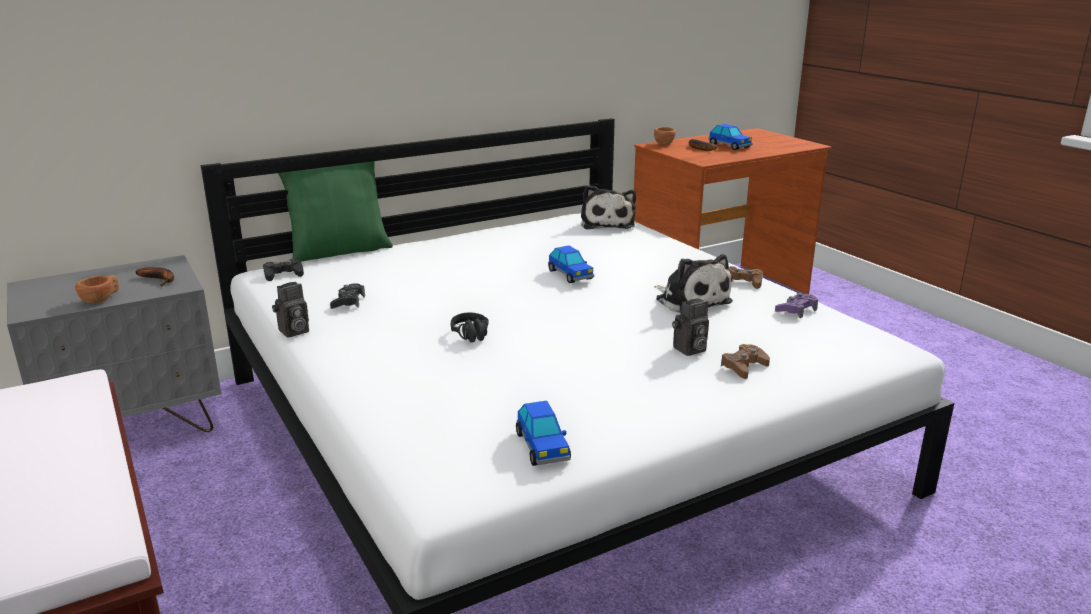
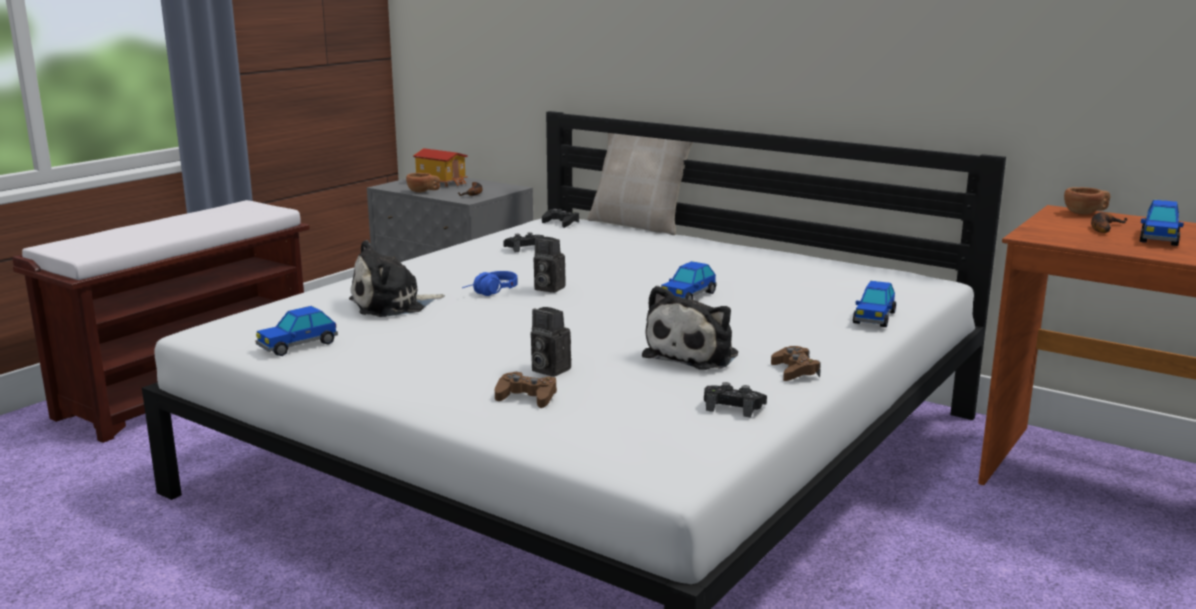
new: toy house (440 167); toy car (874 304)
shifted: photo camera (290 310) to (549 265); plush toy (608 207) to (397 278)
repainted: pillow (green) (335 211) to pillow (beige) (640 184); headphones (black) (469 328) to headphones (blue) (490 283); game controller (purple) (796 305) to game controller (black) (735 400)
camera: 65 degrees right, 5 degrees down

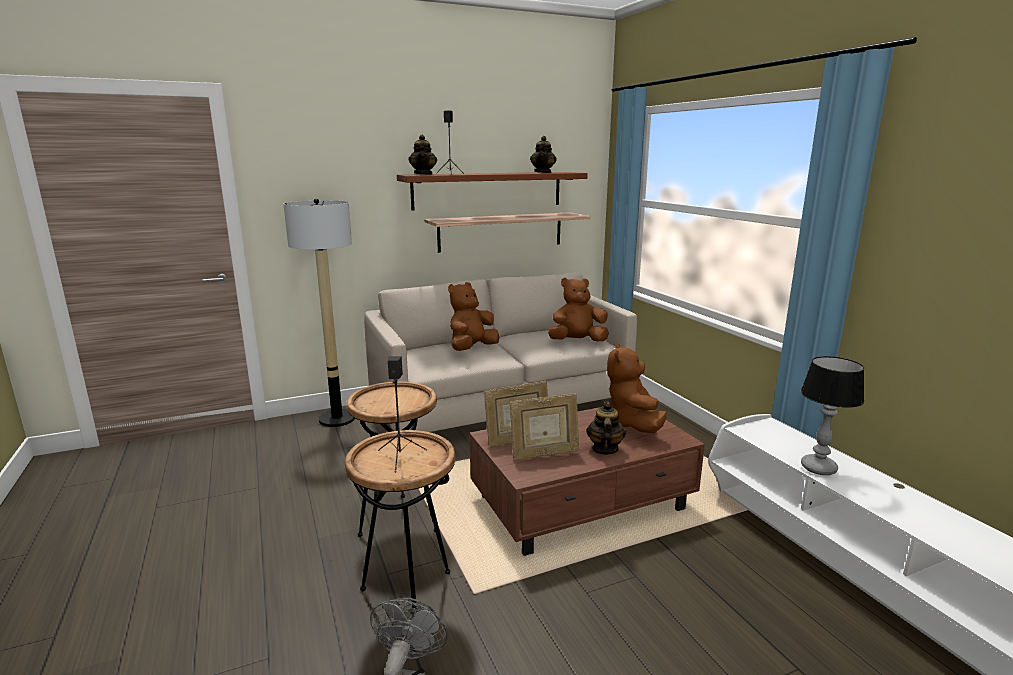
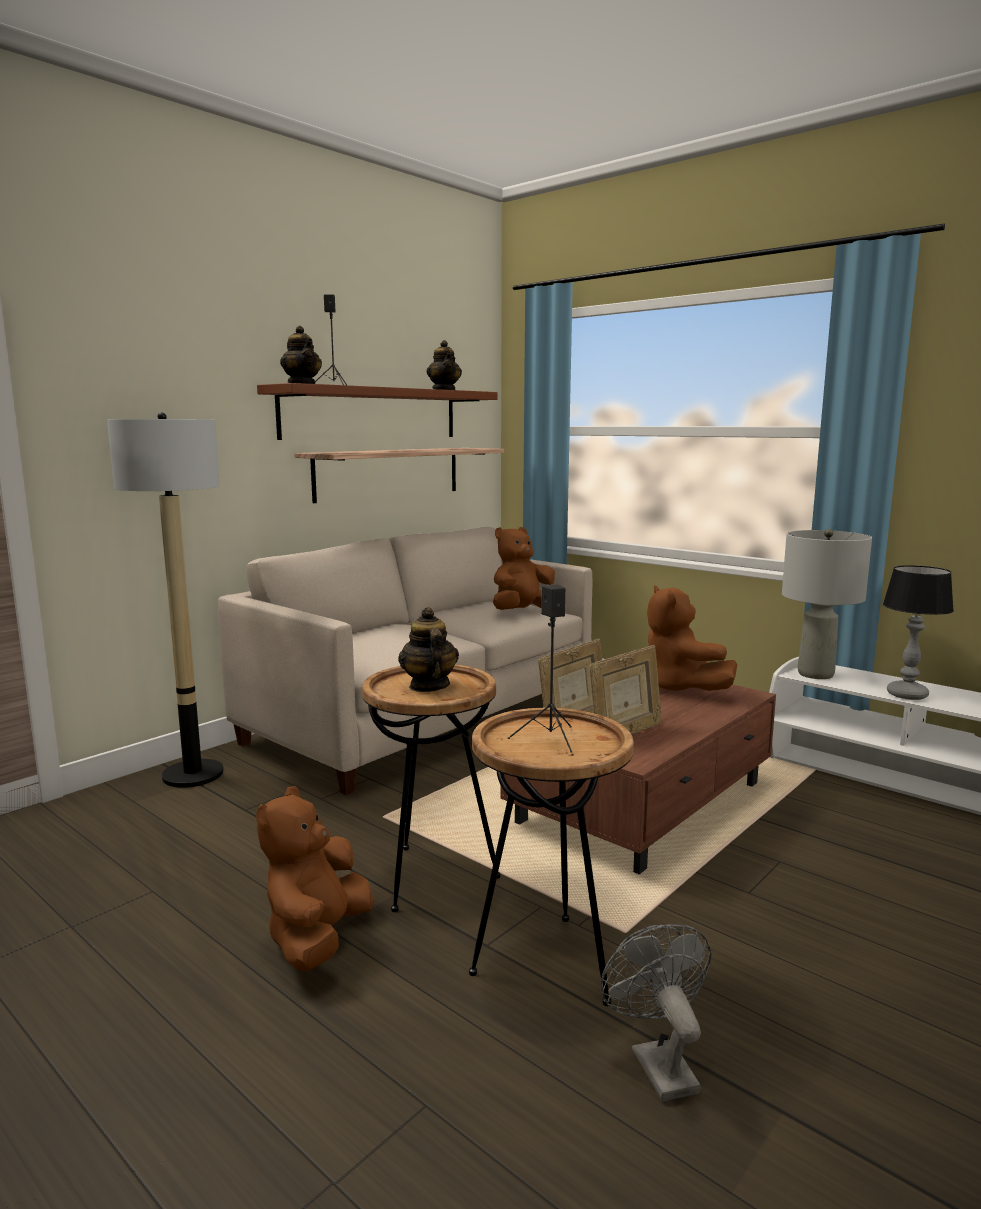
new: table lamp (grey) (827 604)
shifted: plush toy (brown) (473 316) to (315 878); teapot (606 428) to (428 649)
camera: 25 degrees left, 5 degrees down

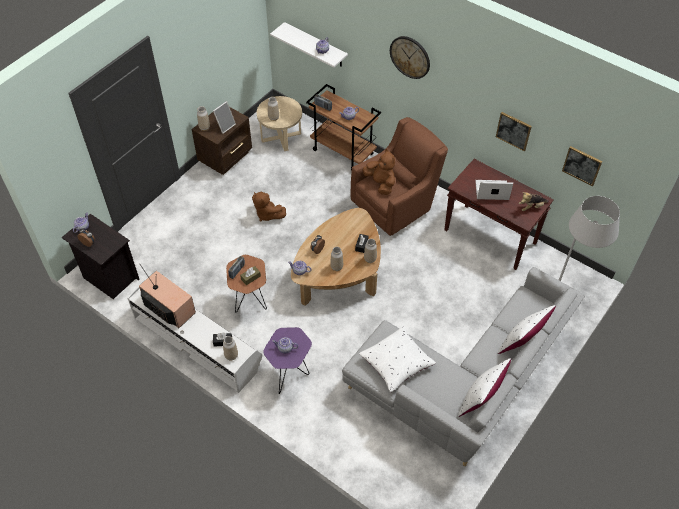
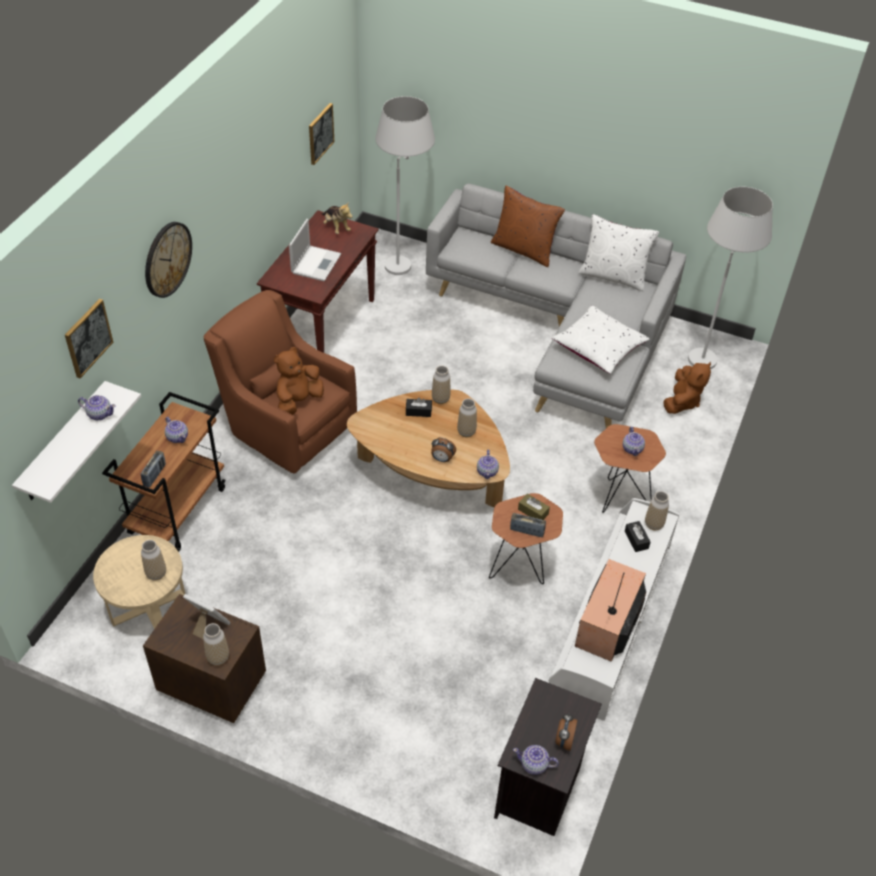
new: floor lamp (white) (730 278)
shifted: plush toy (brown) (269 207) to (687 388); picture (514 131) to (89 338)
repainted: side table (purple) (287 360) to side table (brown) (630 468); pillow (white) (526 329) to pillow (brown) (527 226)
rotated: laptop (494 190) = (315 250) 150 degrees counterclockwise
camera: 105 degrees left, 5 degrees down

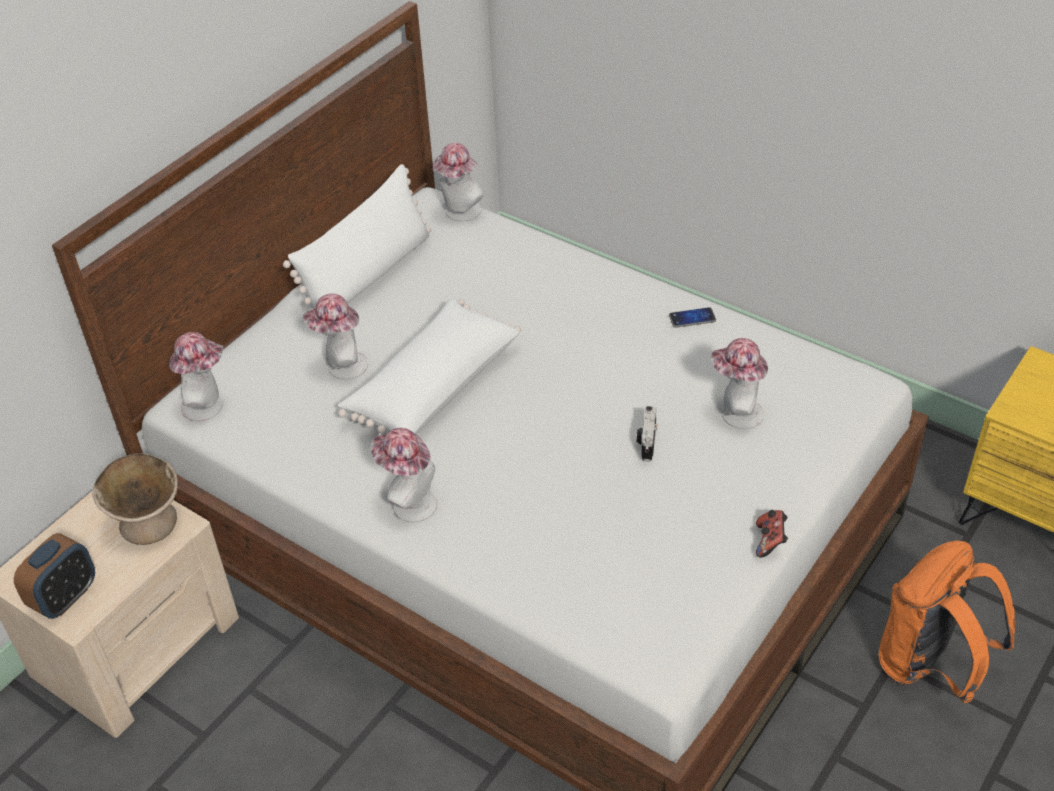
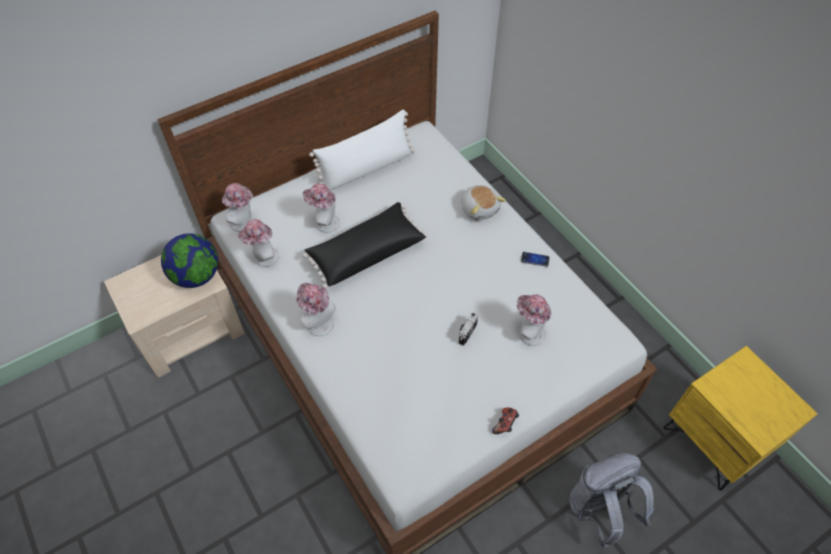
gone: alarm clock (54 576)
new: plush toy (483 203)
shifted: hat (458 182) to (258 243)
swapped: bowl (beige) (135 499) to globe (189 260)
repainted: pillow (white) (429 366) to pillow (black) (365 245); backpack (orange) (947 622) to backpack (grey) (611 500)
camera: 20 degrees right, 10 degrees up

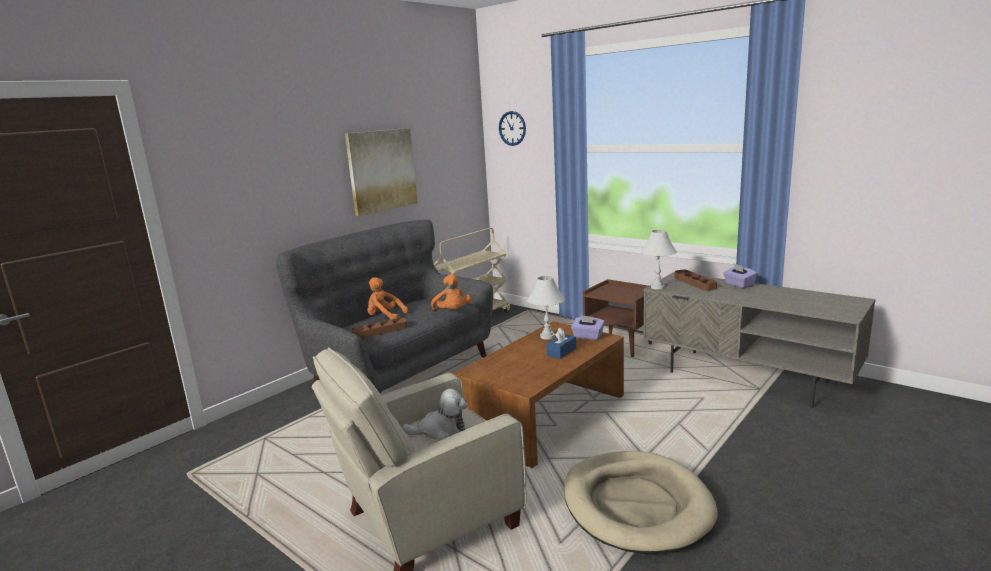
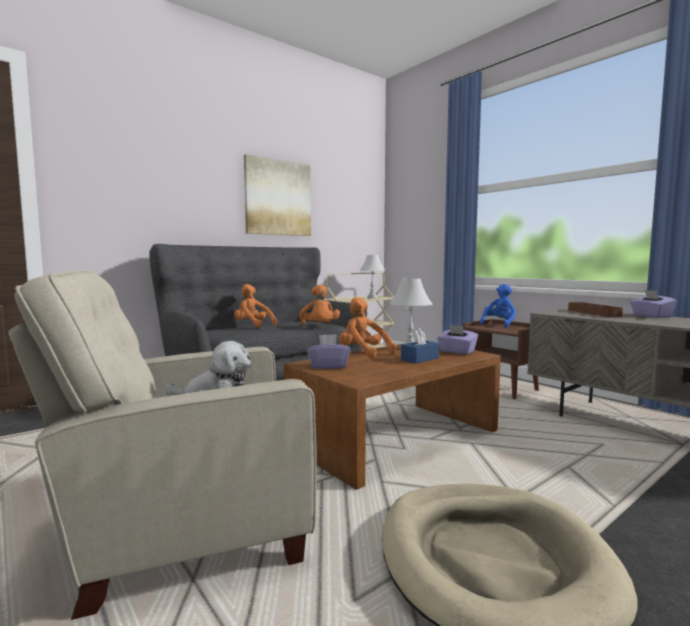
gone: tray (brown) (379 328); wall clock (512 128)
new: tissue box (purple) (328 351); plush toy (orange) (367 327); plush toy (blue) (498 306)
shifted: table lamp (white) (659 260) to (372 276)
camera: 10 degrees right, 10 degrees down

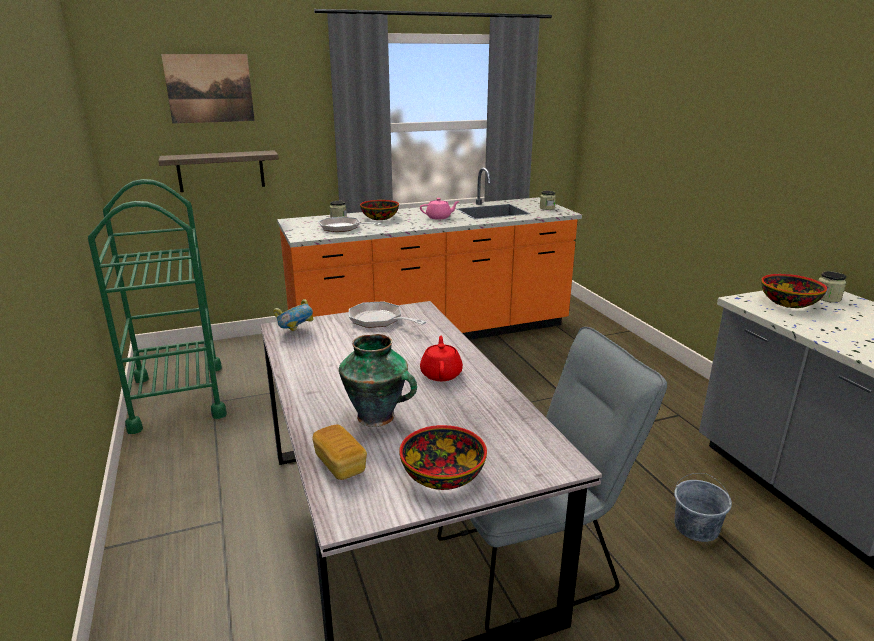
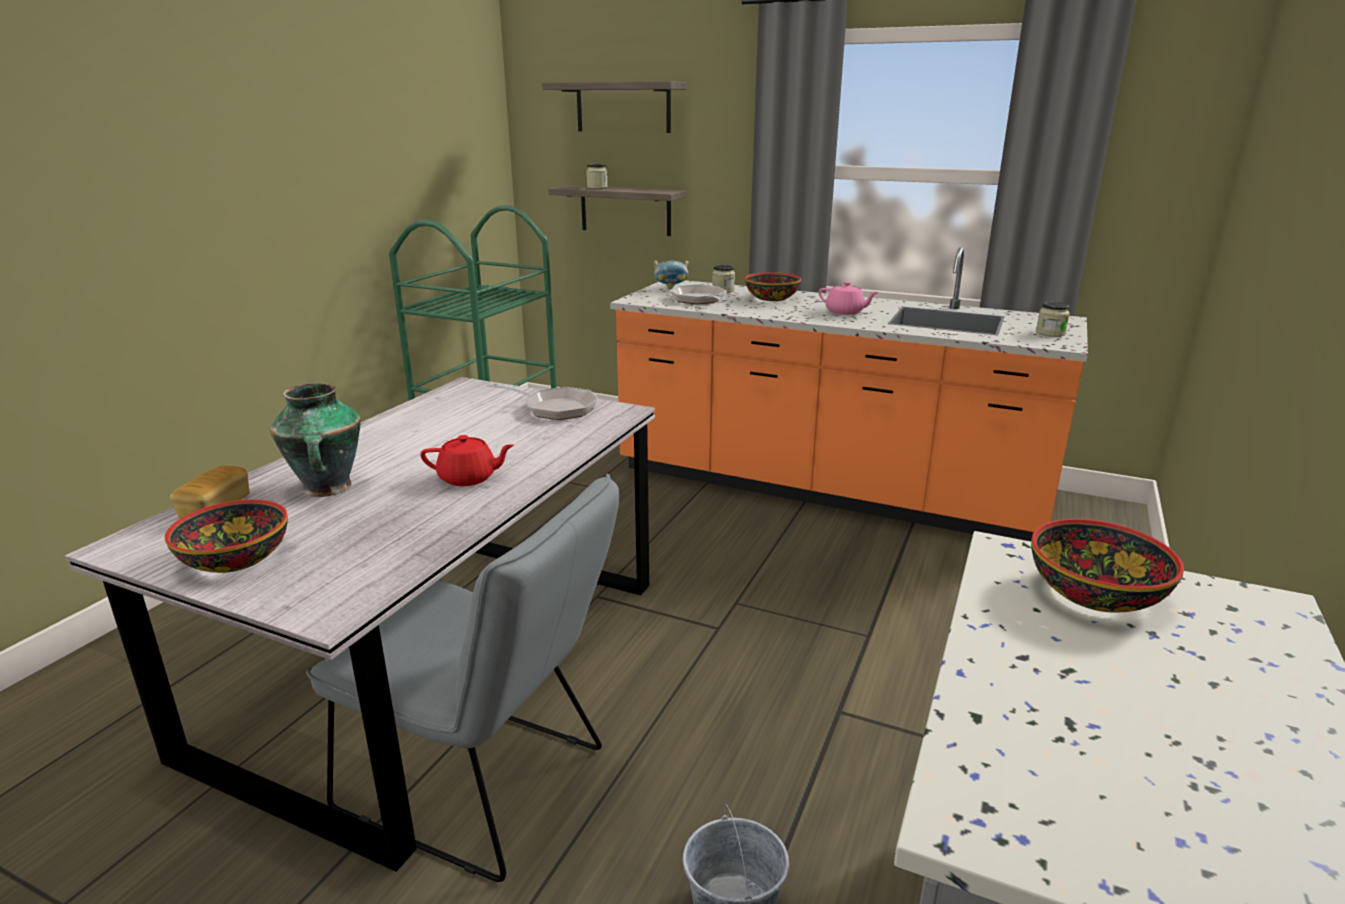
shifted: bowl (293 315) to (671 274); jar (832 286) to (597 176)
swapped: picture (208 89) to shelf (614 107)
rotated: frying pan (387 314) = (542 401) 120 degrees clockwise; teapot (red) (441 358) = (467 460) 45 degrees clockwise
camera: 45 degrees right, 0 degrees up

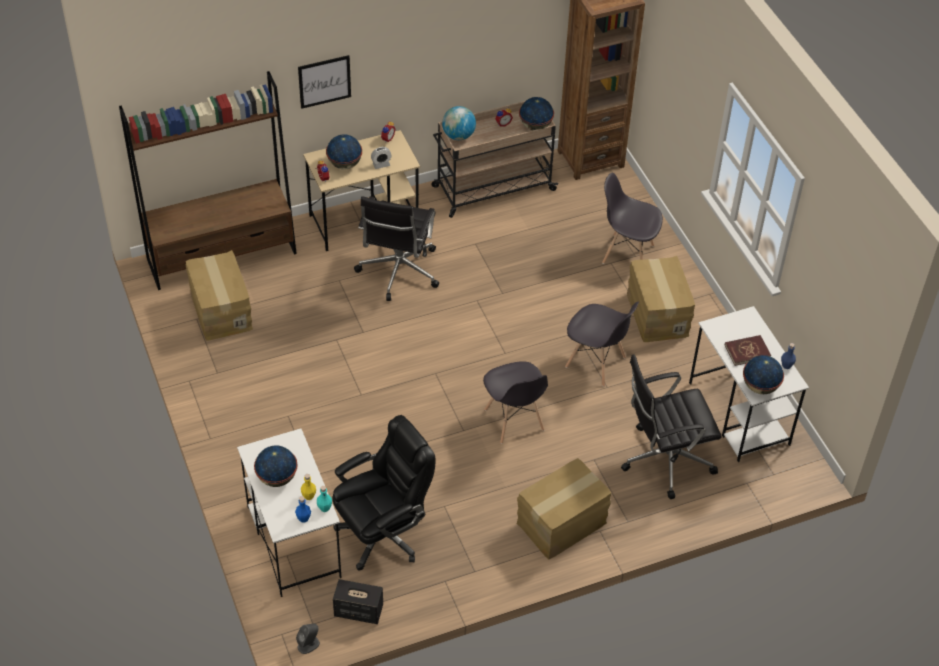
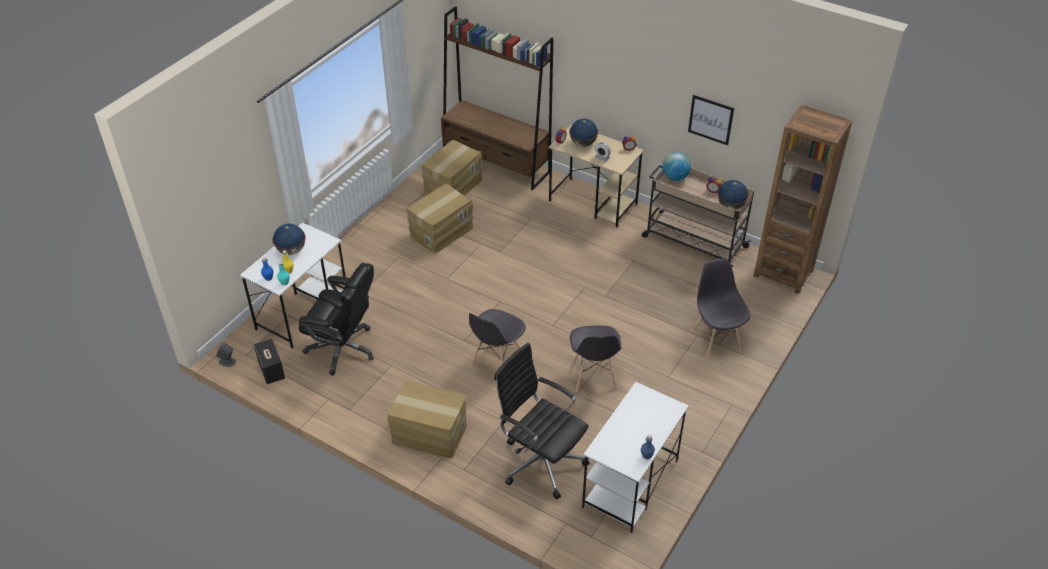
gone: office chair (black) (396 248); book (red) (748 350); globe (763 374)
shifted: picture (324 82) to (711 120); cardboard box (661 299) to (440 219)
camera: 55 degrees right, 5 degrees down

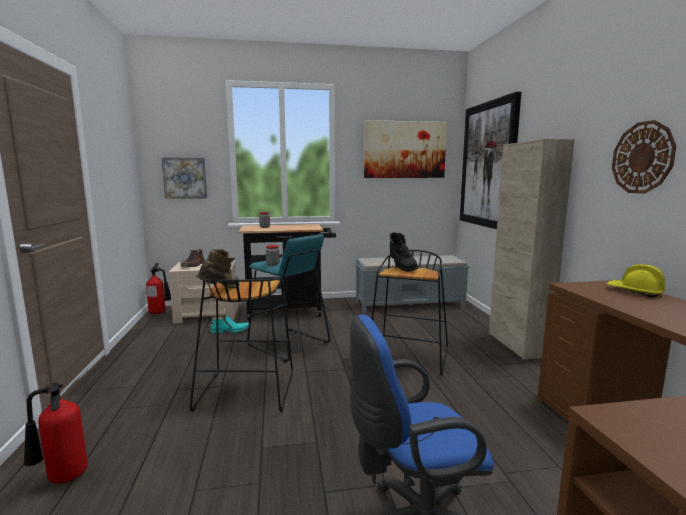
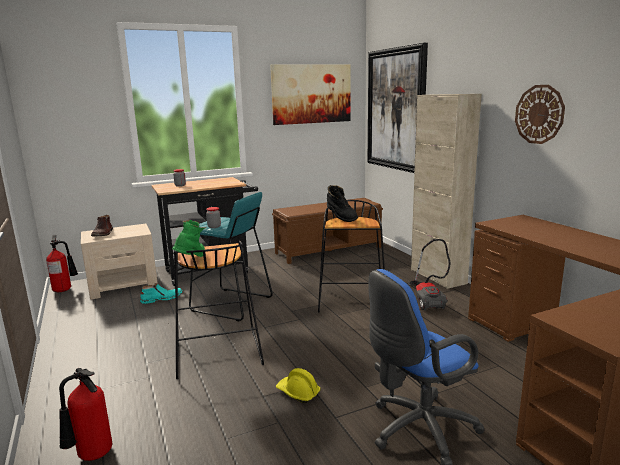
gone: picture (184 178)
new: vacuum cleaner (428 275)
shifted: hard hat (yellow) (636 281) to (298 385)
repainted: boot (brown) (218 268) to boot (green) (189 238); bench (grey) (412 284) to bench (brown) (327 231)
camera: 15 degrees left, 5 degrees up

